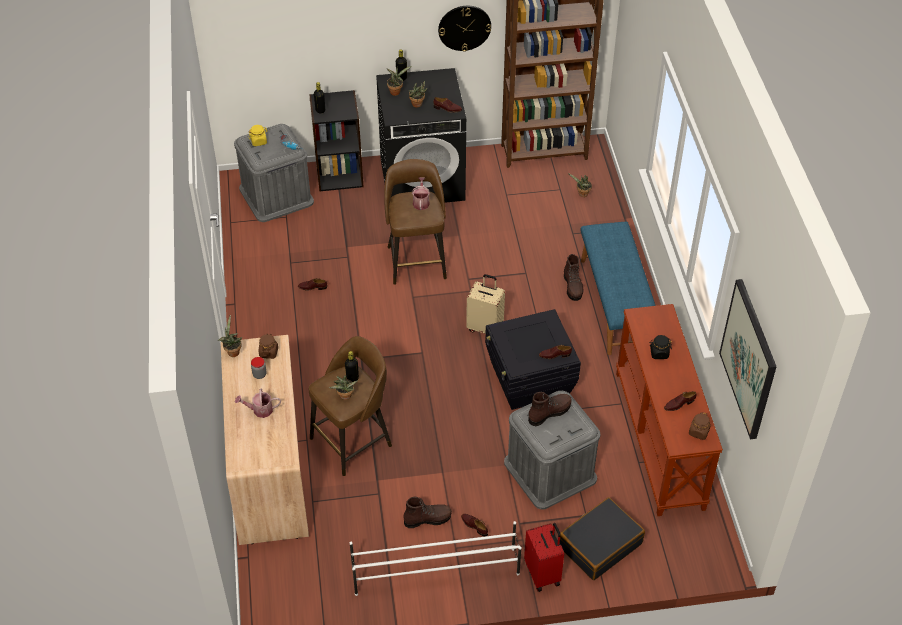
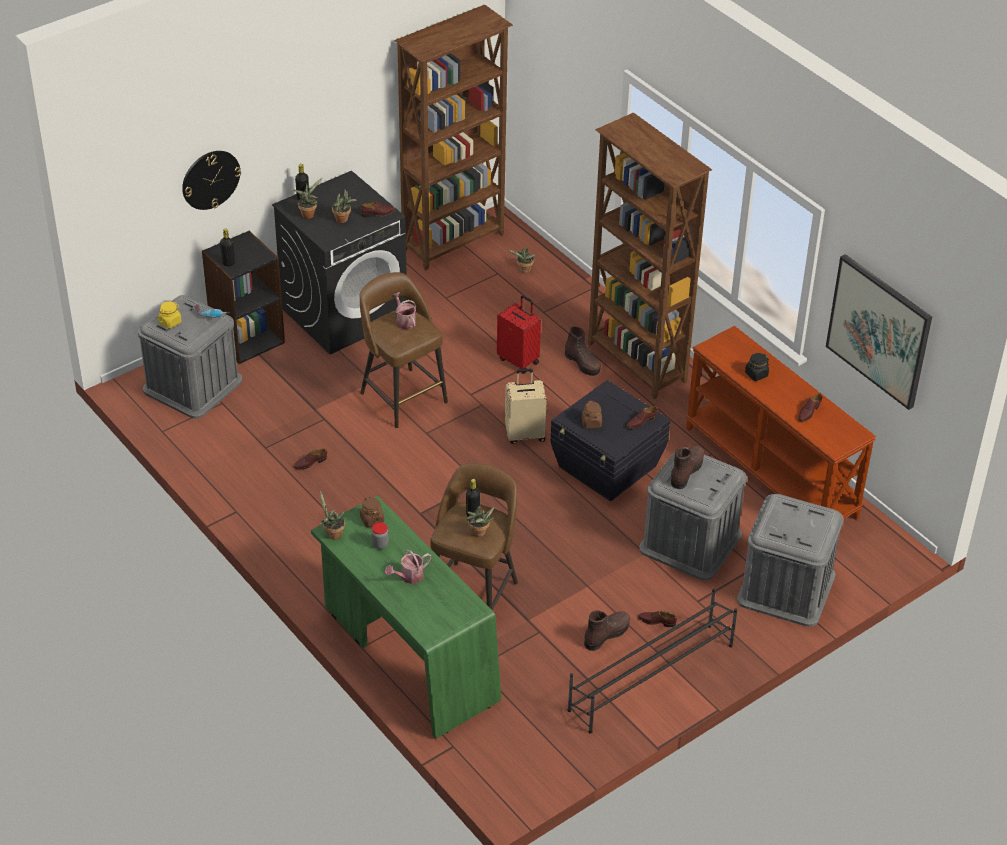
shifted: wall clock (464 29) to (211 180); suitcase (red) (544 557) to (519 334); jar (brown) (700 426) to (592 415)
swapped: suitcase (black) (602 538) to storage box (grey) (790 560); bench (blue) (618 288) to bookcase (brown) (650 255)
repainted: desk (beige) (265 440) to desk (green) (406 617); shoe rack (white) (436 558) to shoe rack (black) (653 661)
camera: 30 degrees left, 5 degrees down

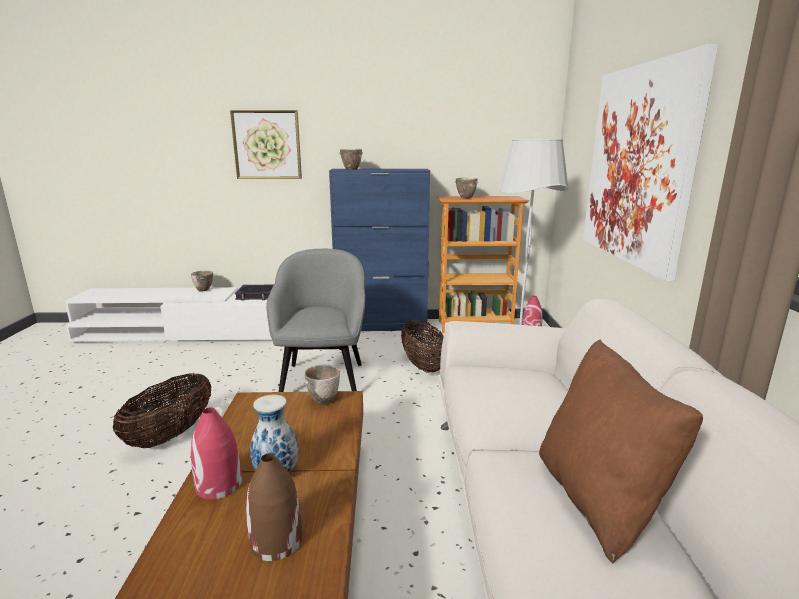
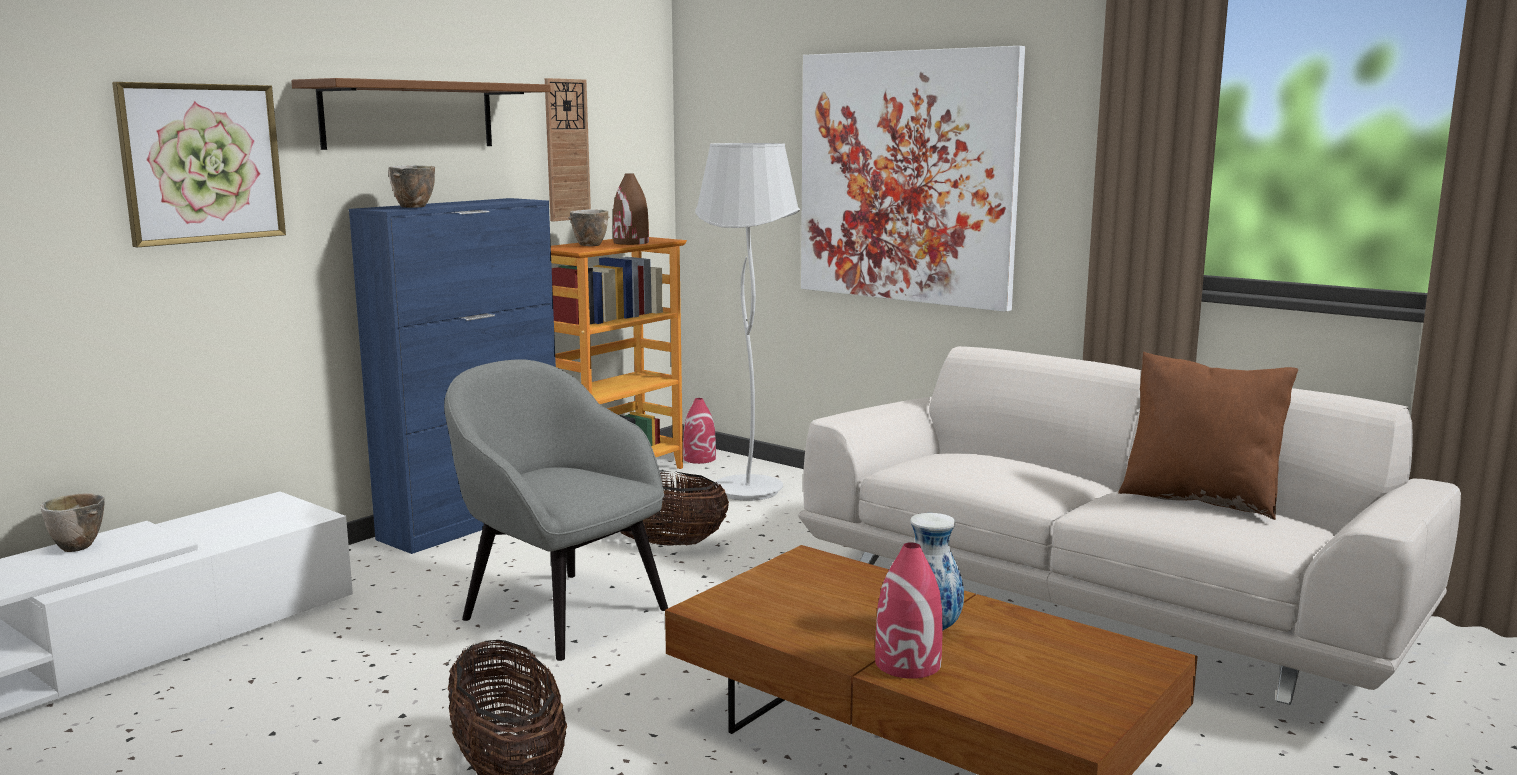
gone: book (254 292); bowl (322 384)
new: shelf (brown) (421 114); wall clock (568 150)
shifted: vase (brown) (274 507) to (631 209)
camera: 50 degrees left, 5 degrees down

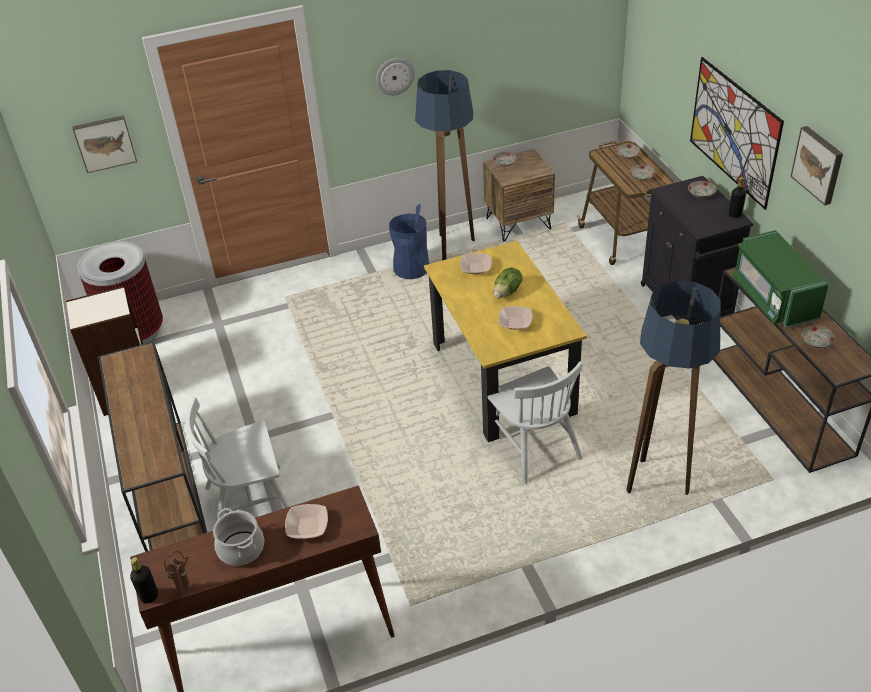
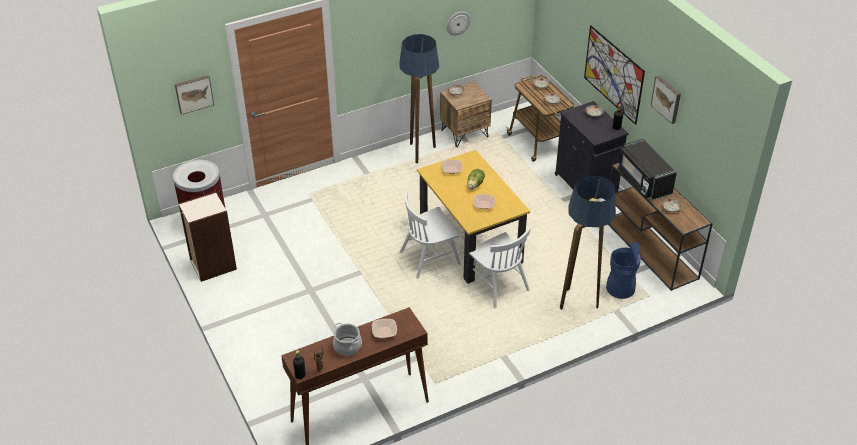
gone: console table (brown) (152 446)
shifted: chair (white) (238 458) to (430 235); wall clock (395 76) to (459 23); trash can (blue) (409 241) to (623 270)
repainted: microwave (green) (780 279) to microwave (black) (647 169)
camera: 10 degrees left, 0 degrees up

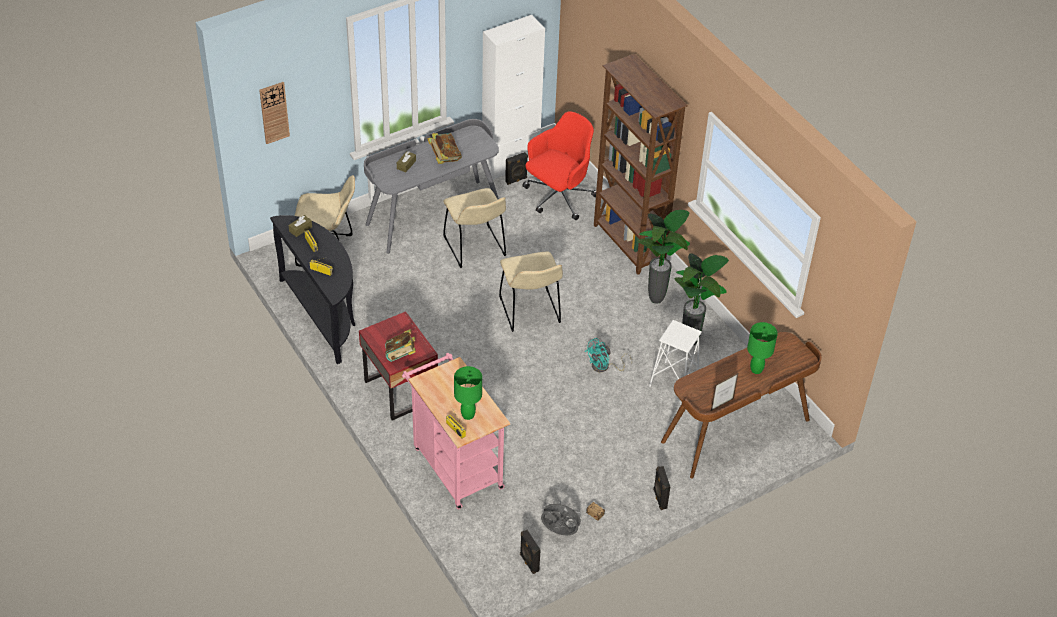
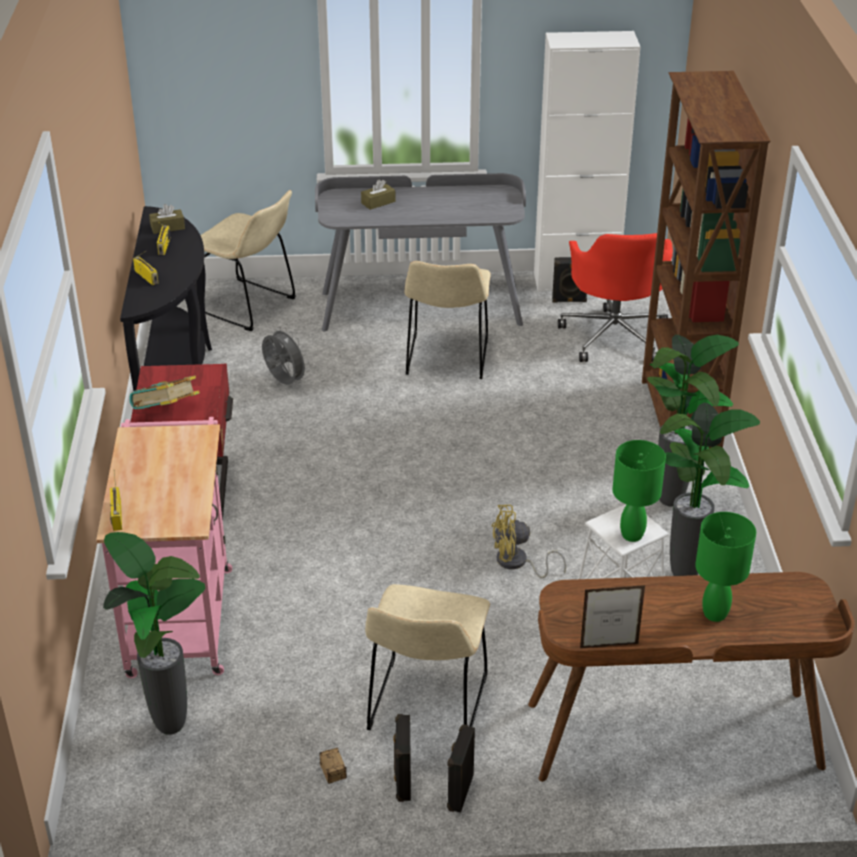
gone: wall clock (274 113); book (445 148)
new: potted plant (154 633)
shifted: table lamp (green) (468 393) to (639 491); chair (beige) (531 292) to (427 657); speaker (black) (530 552) to (402 758); fan (grey) (562 517) to (285 355)
repainted: fan (turquoise) (608 355) to fan (yellow) (529 541)
rotated: office chair (red) (559 165) = (615 297) 105 degrees clockwise
camera: 30 degrees right, 10 degrees down

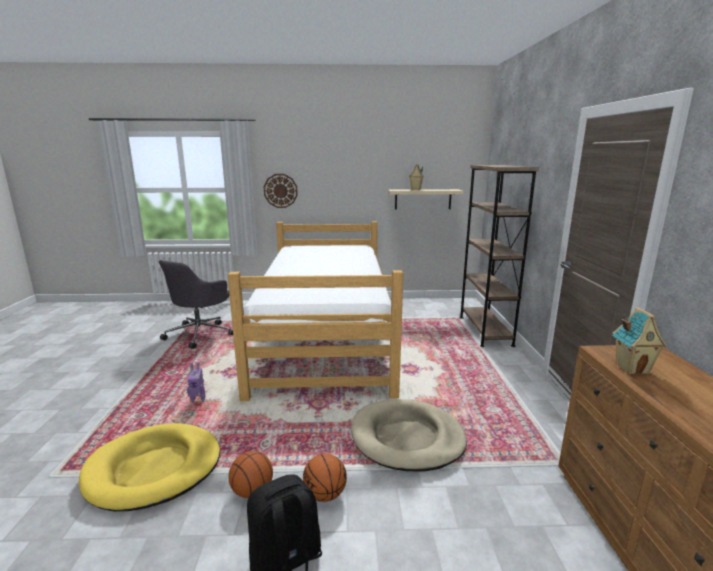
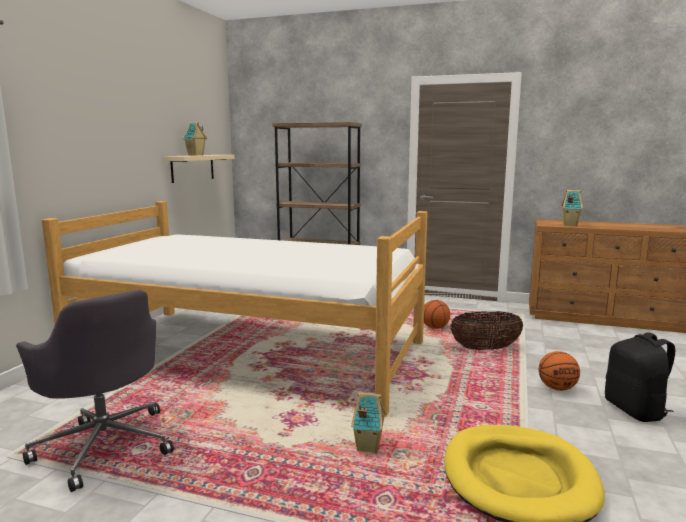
gone: wall clock (281 191)
shifted: basketball (250 474) to (437 314)
swapped: toy robot (196 382) to toy house (368 422); dog bed (beige) (409 435) to basket (486 330)
camera: 70 degrees left, 5 degrees down

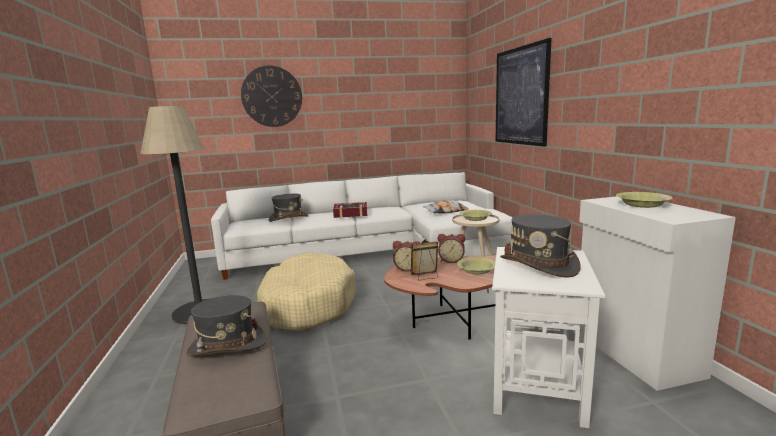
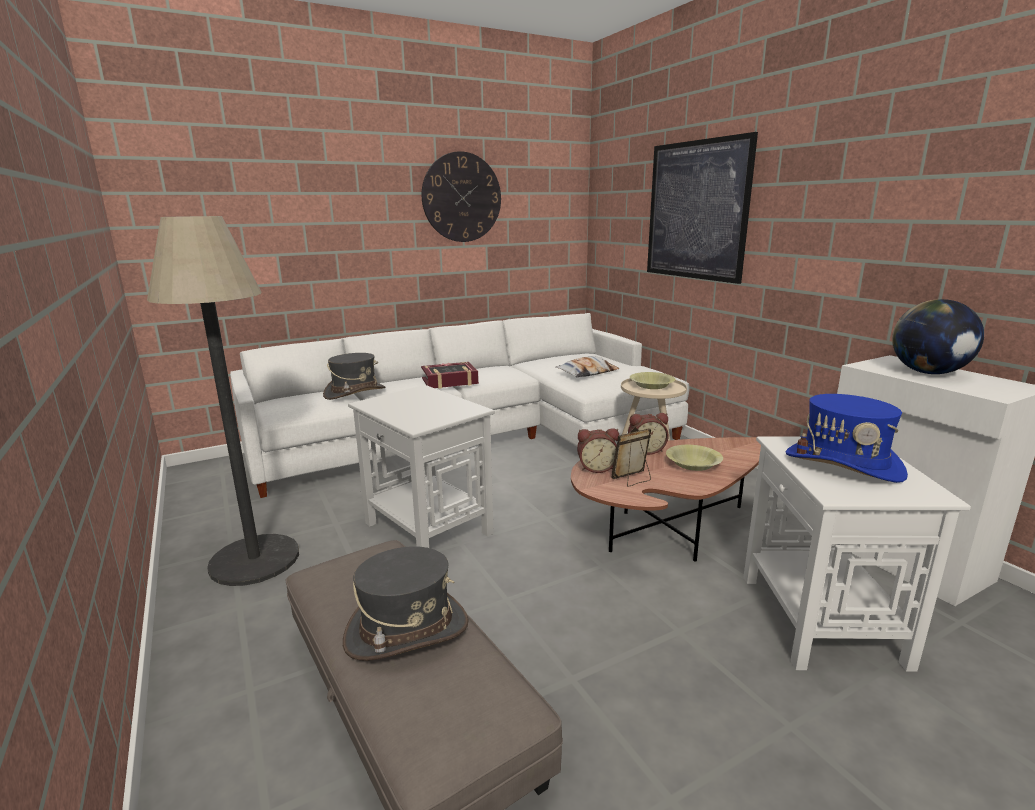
shifted: wall clock (271 96) to (461 196)
swapped: dog bed (beige) (306 292) to side table (white) (421 466); bowl (yellow) (644 200) to globe (938 336)
repainted: hat (grey) (540 246) to hat (blue) (847 438)
camera: 15 degrees left, 5 degrees up

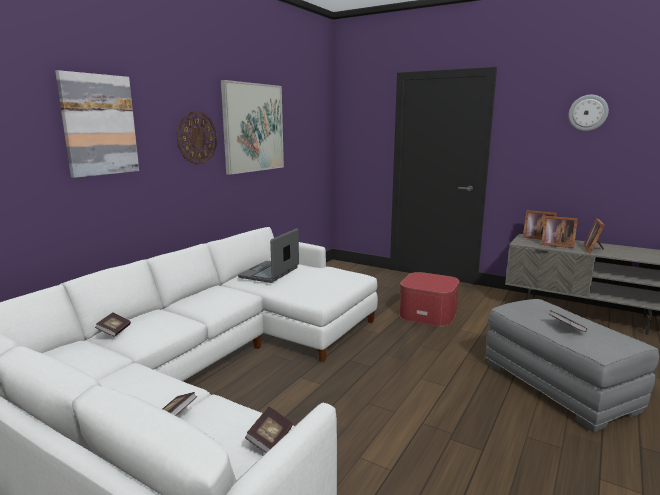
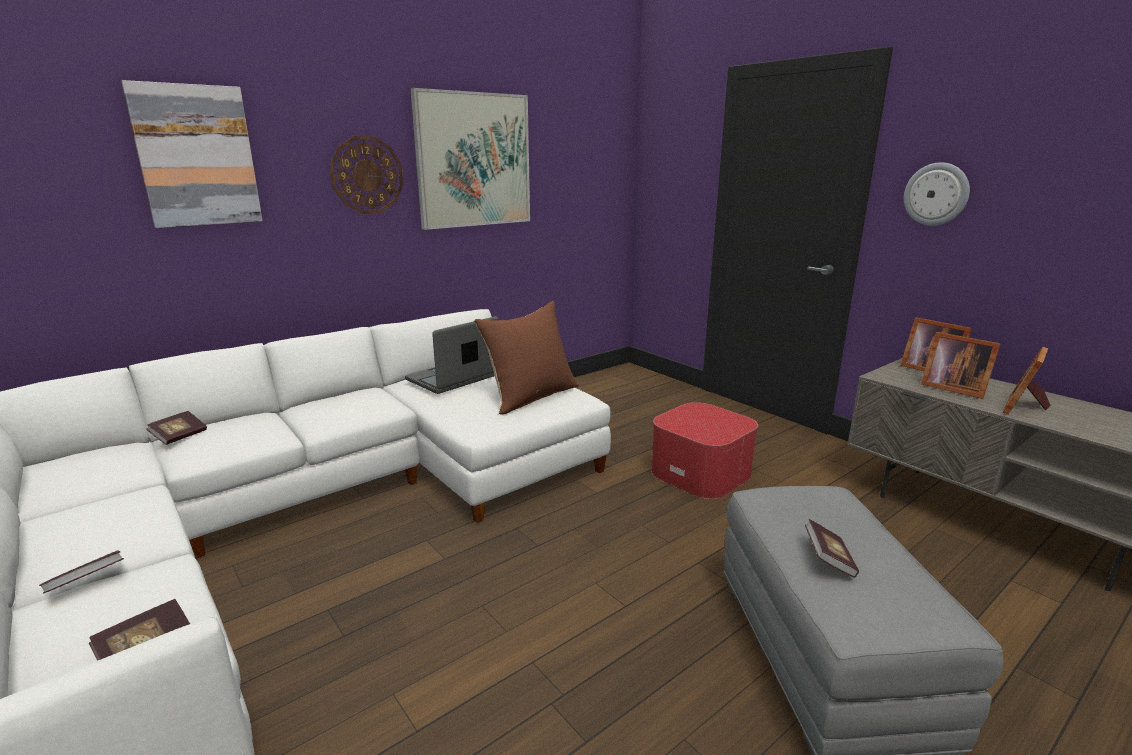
new: pillow (brown) (526 358)
shifted: wall clock (588 113) to (937 194)
camera: 20 degrees right, 5 degrees up

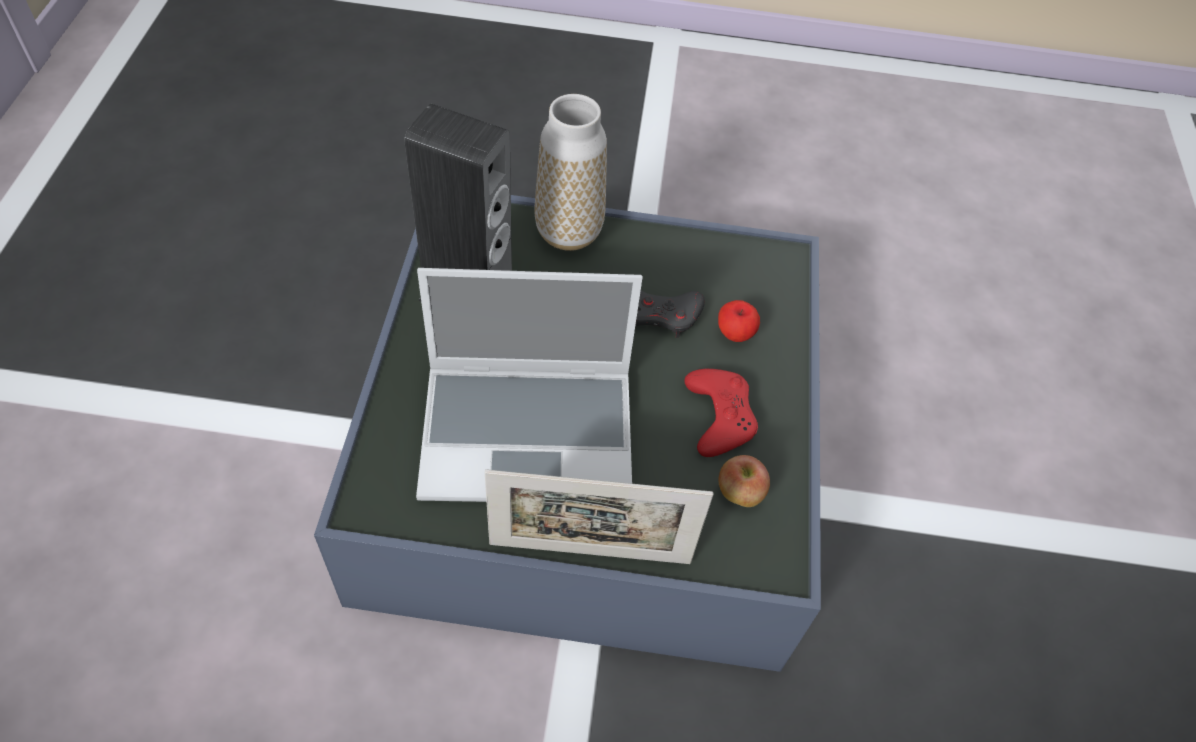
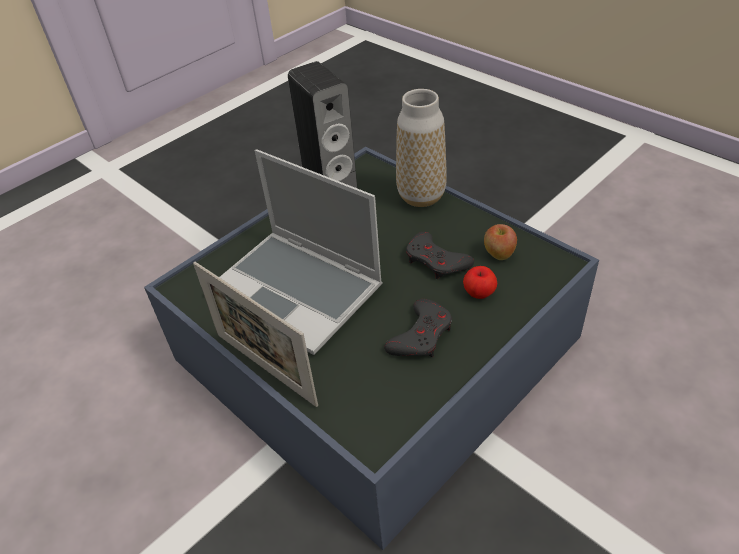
shifted: apple (744 481) to (500 242)
repainted: game controller (red) (721 413) to game controller (grey) (418 328)
camera: 45 degrees right, 10 degrees down

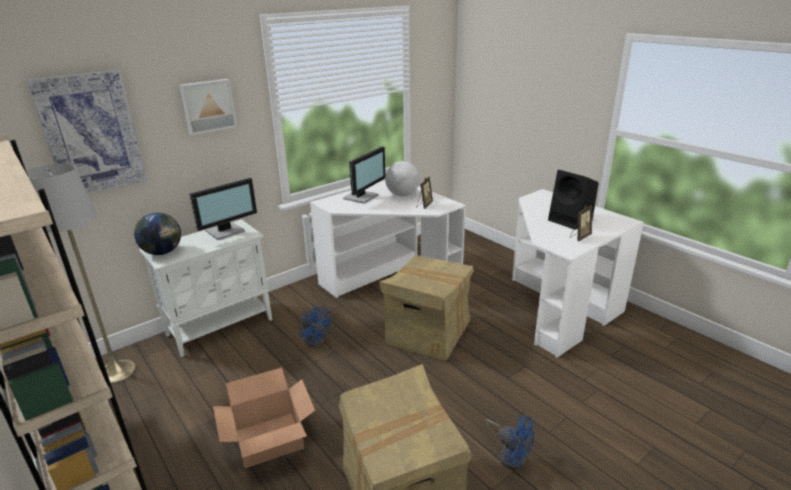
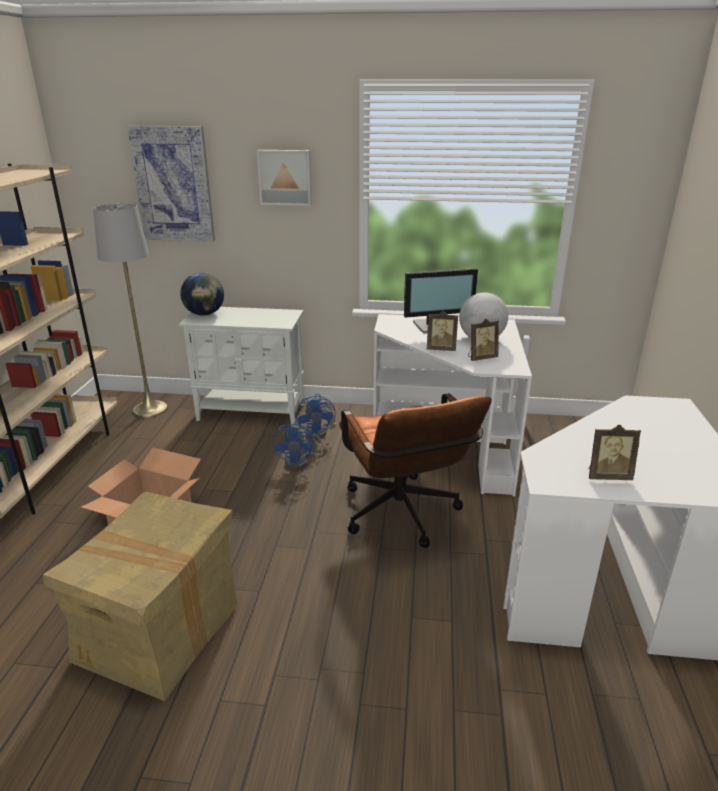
gone: monitor (223 209); speaker (black) (573 200)
new: picture frame (442 331)
shifted: fan (blue) (510 442) to (316 416)
swapped: cardboard box (426 308) to office chair (brown) (415 470)
camera: 45 degrees right, 0 degrees up

